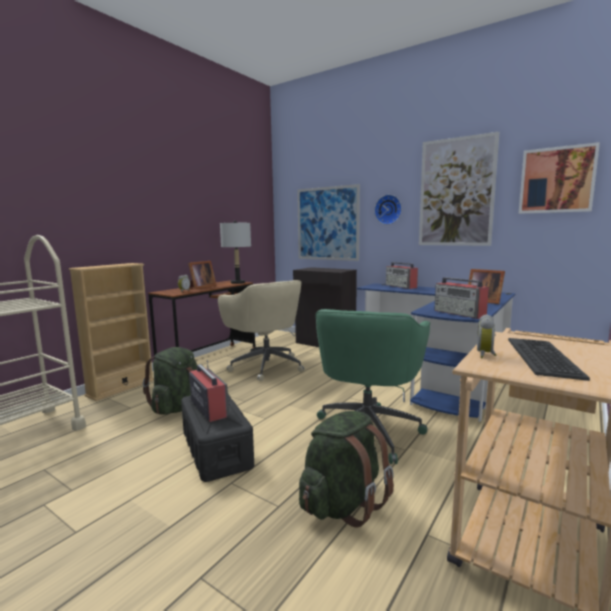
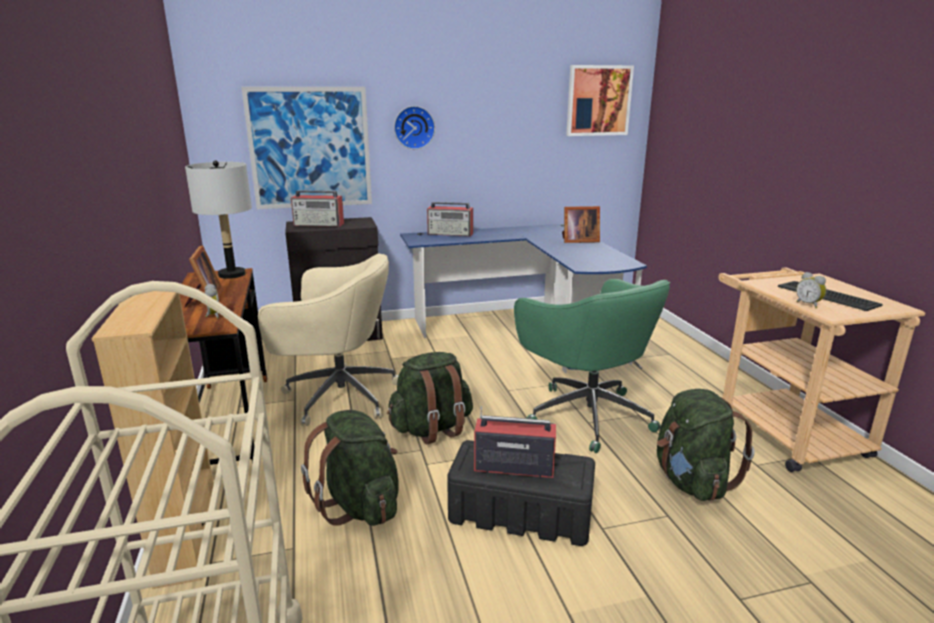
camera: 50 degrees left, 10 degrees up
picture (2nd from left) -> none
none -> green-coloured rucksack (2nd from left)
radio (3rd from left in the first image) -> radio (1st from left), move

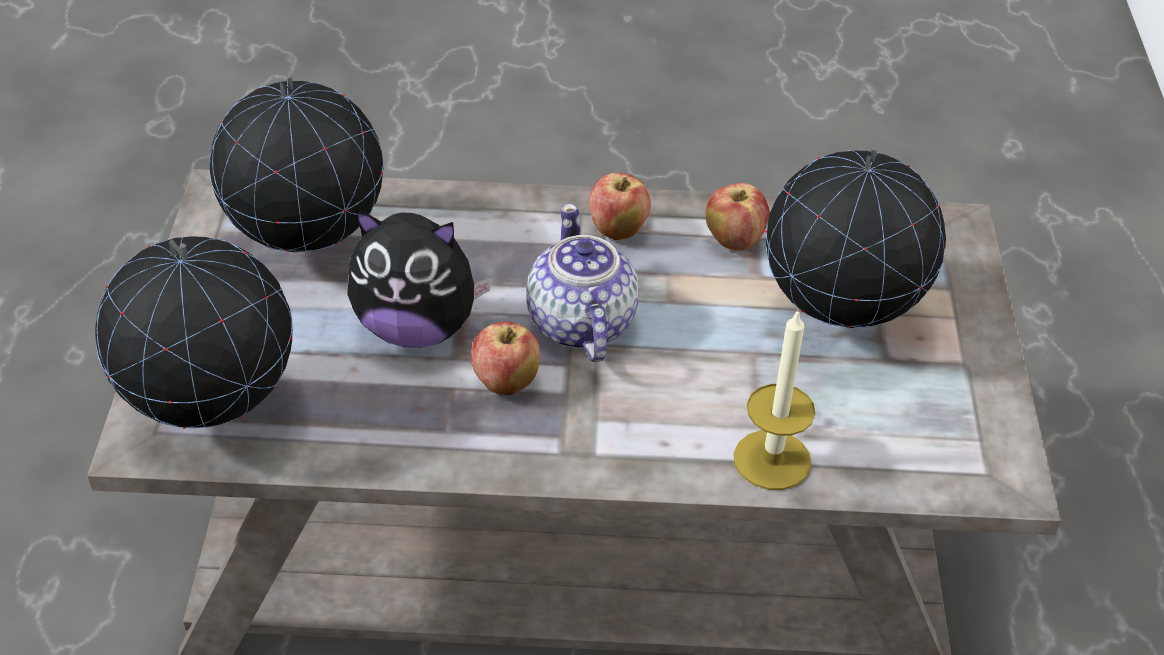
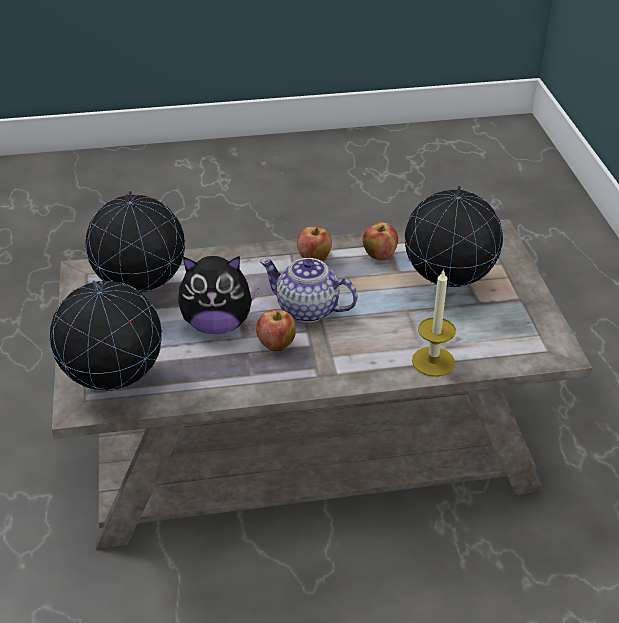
camera: 10 degrees left, 5 degrees down
teapot, 45 degrees counterclockwise

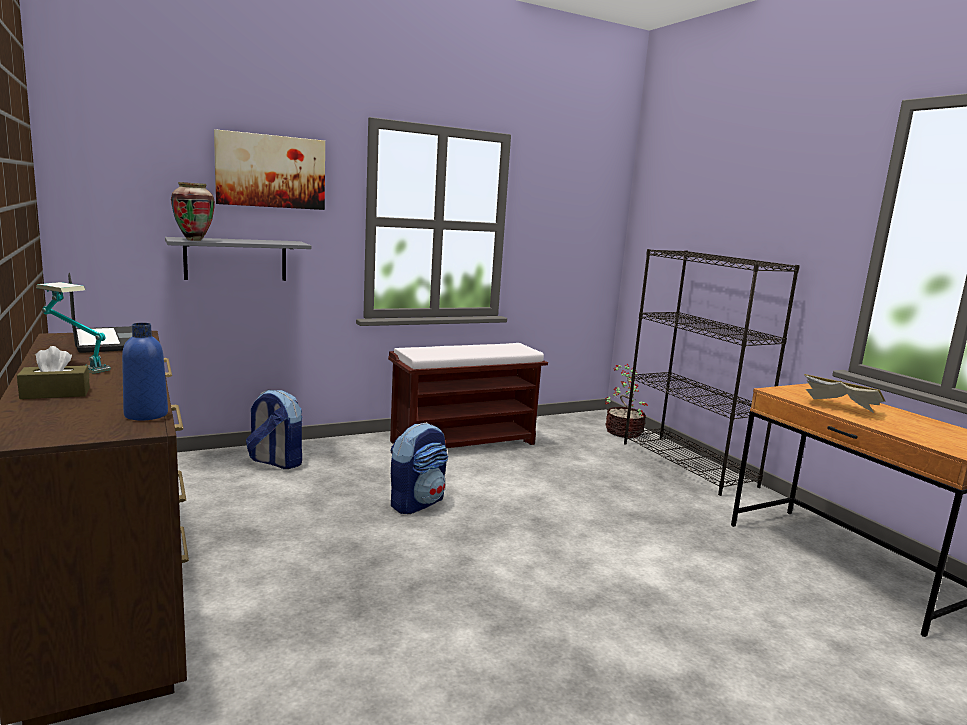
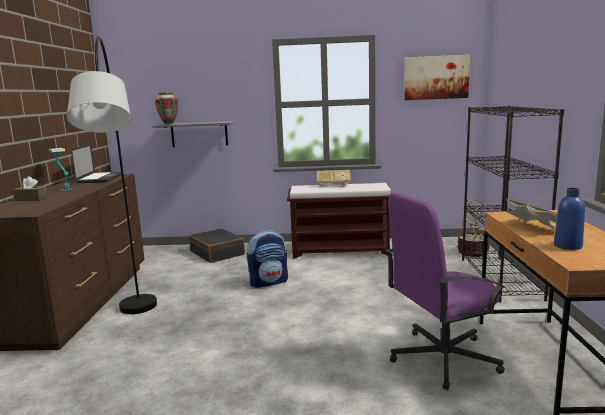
camera: 30 degrees right, 0 degrees up
none -> gray standing lamp
none -> volume (1st from left)
none -> purple-coloured office chair
blue-coloured bottle, move
picture, move
rucksack (1st from left) -> black piece of luggage

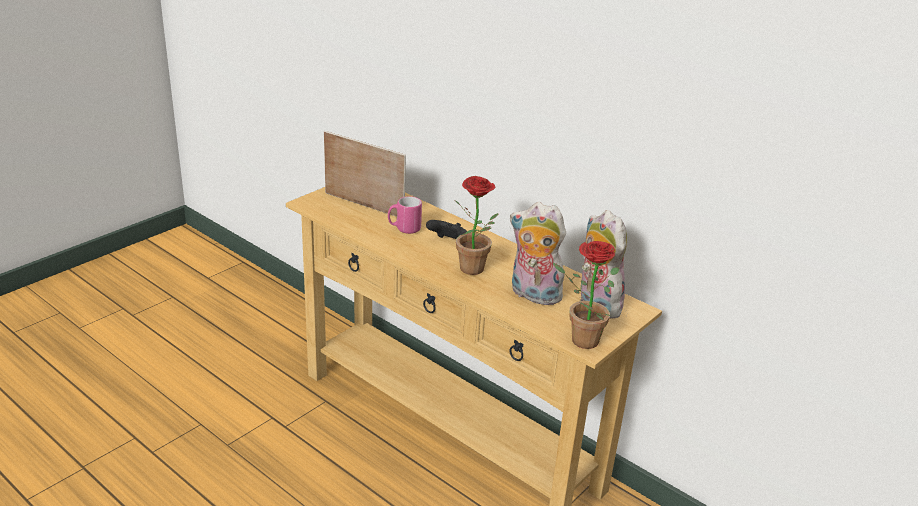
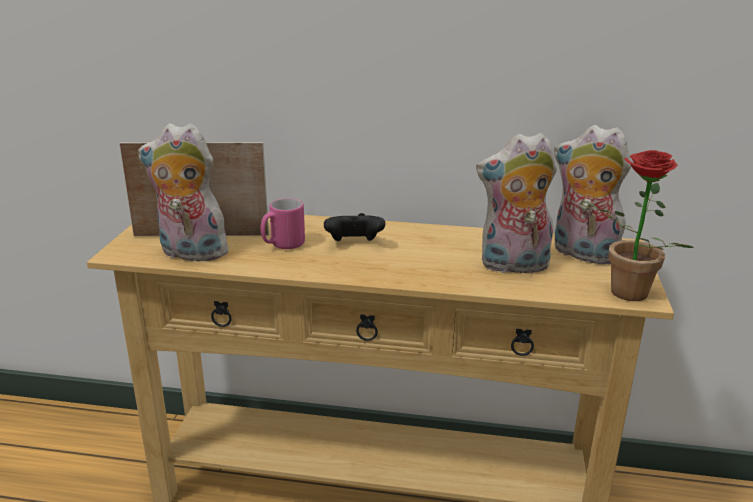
camera: 30 degrees left, 5 degrees down
houseplant (1st from left) -> none
none -> plush toy (1st from left)

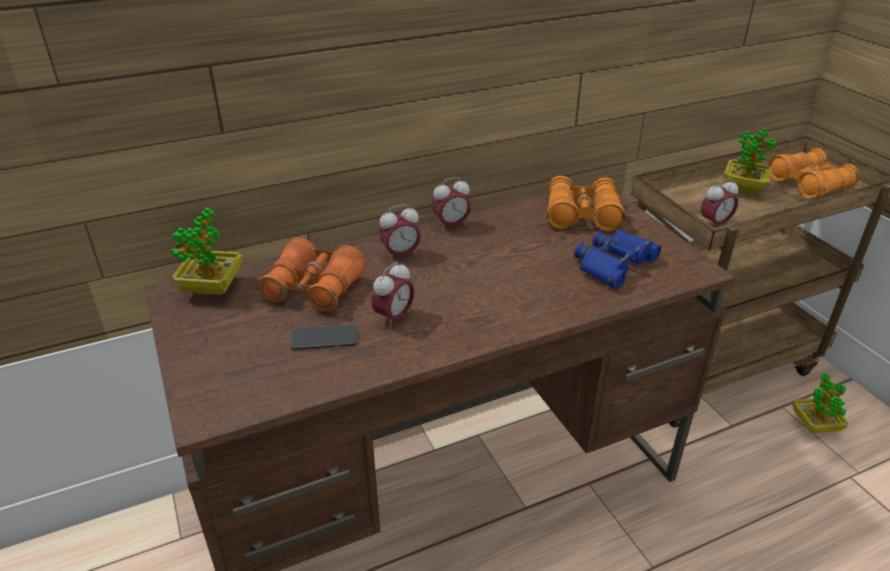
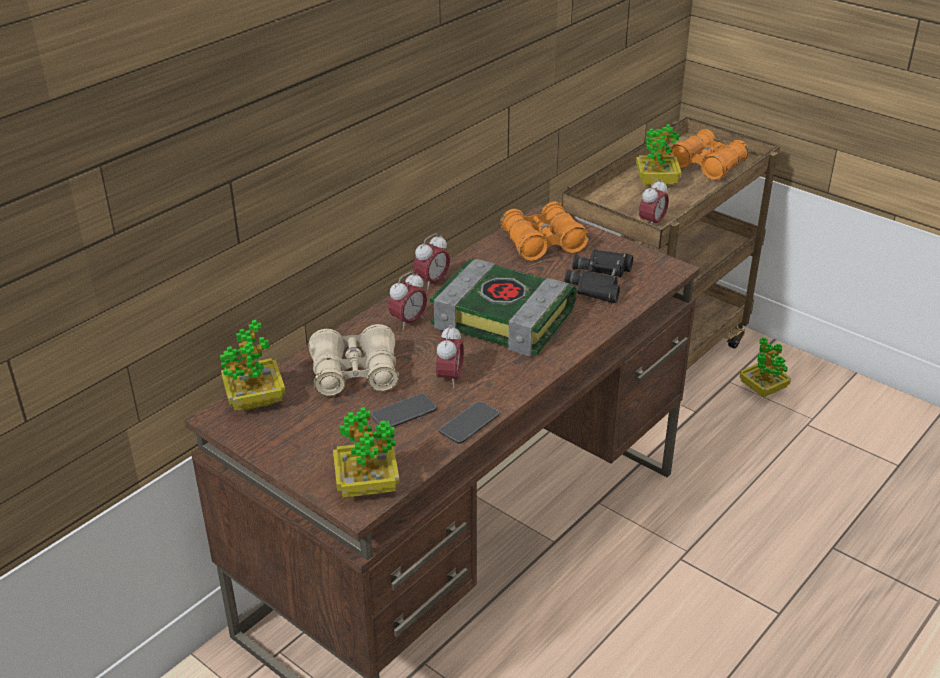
camera: 25 degrees left, 0 degrees up
none -> houseplant (2nd from left)
none -> volume
none -> handset (2nd from left)
orangey pair of binoculars (1st from left) -> beige-coloured pair of binoculars
blue-coloured pair of binoculars -> black pair of binoculars

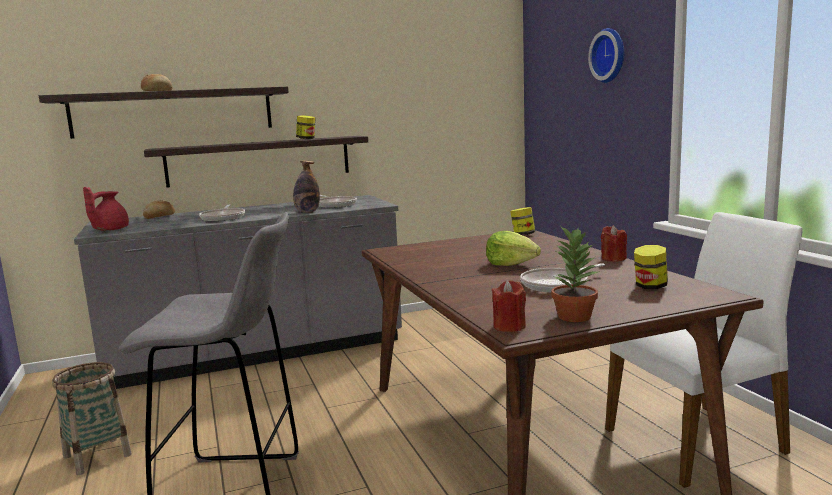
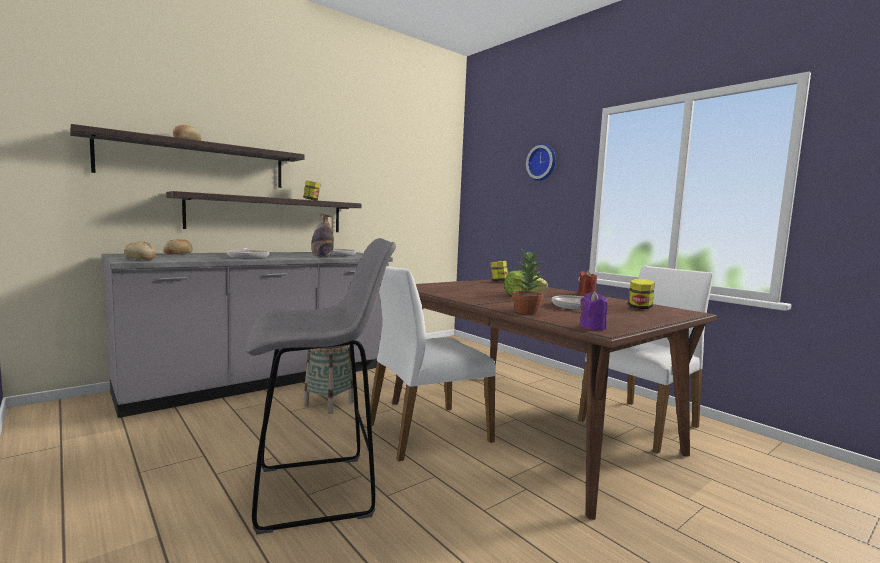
camera: 20 degrees left, 5 degrees down
none -> whitish chair (1st from left)
storage basket, move
houseplant, move
reddish teapot -> baked bread (1st from left)
reddish candle (1st from left) -> purple-coloured candle

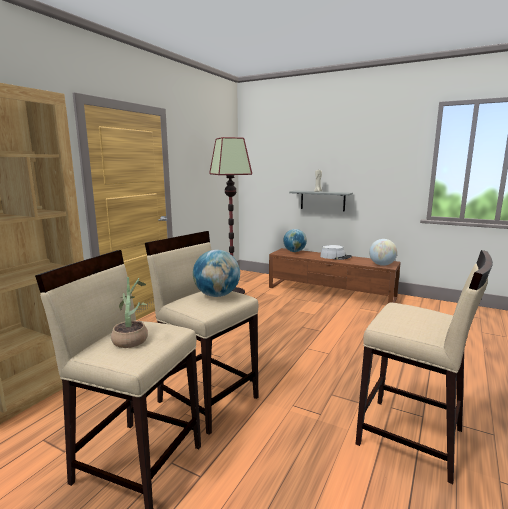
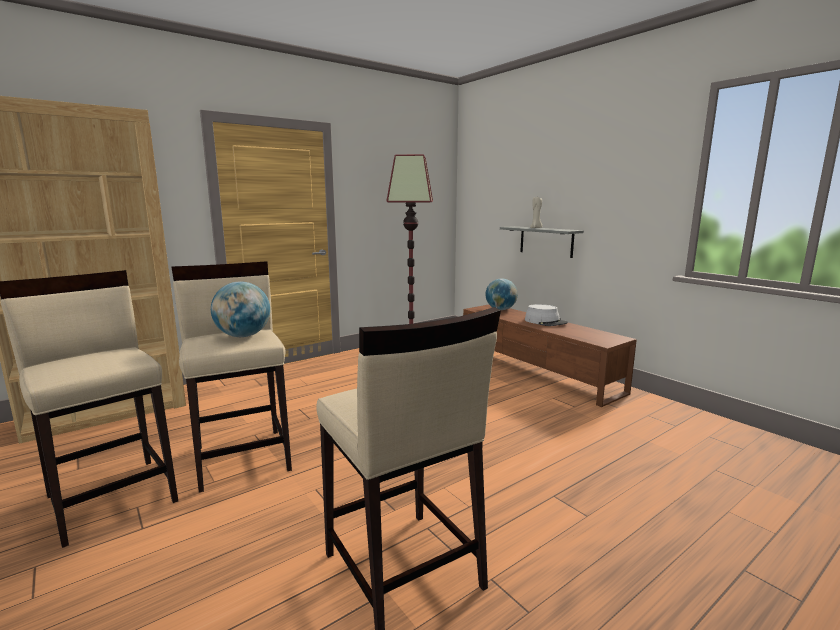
camera: 25 degrees right, 0 degrees up
houseplant -> none
world globe (3rd from left) -> none

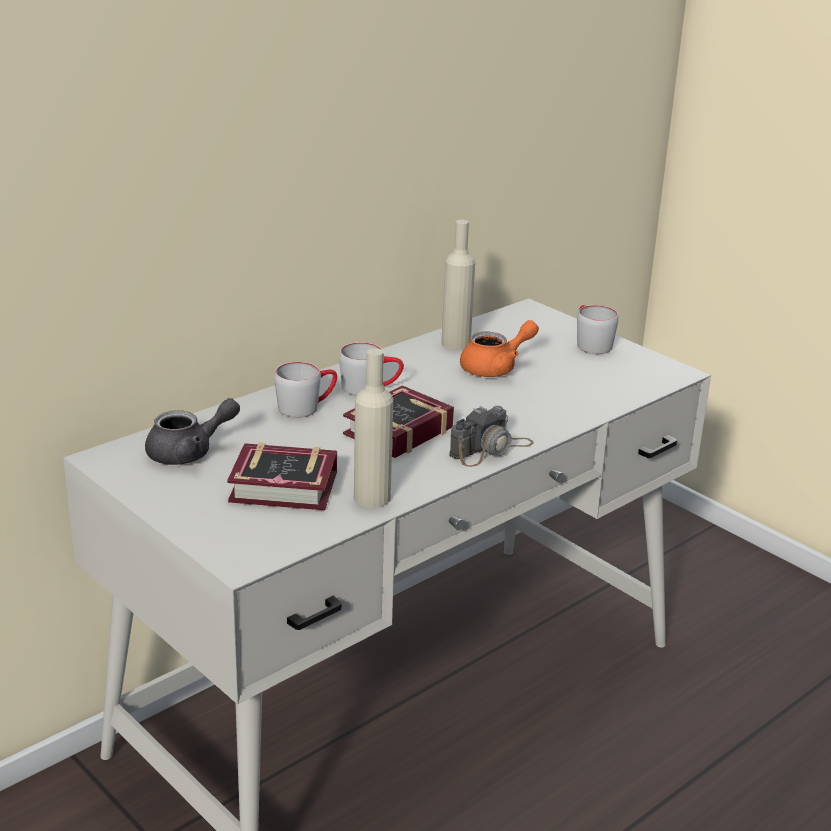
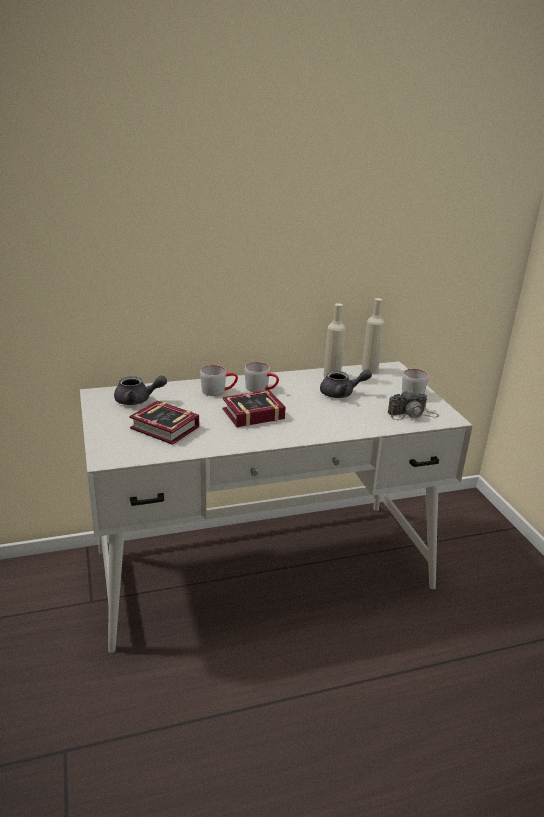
camera: 25 degrees right, 0 degrees up
beige-coloured bottle (1st from left in the first image) -> beige-coloured bottle (2nd from left), move
still camera, move
orangey teapot -> gray teapot (2nd from left)

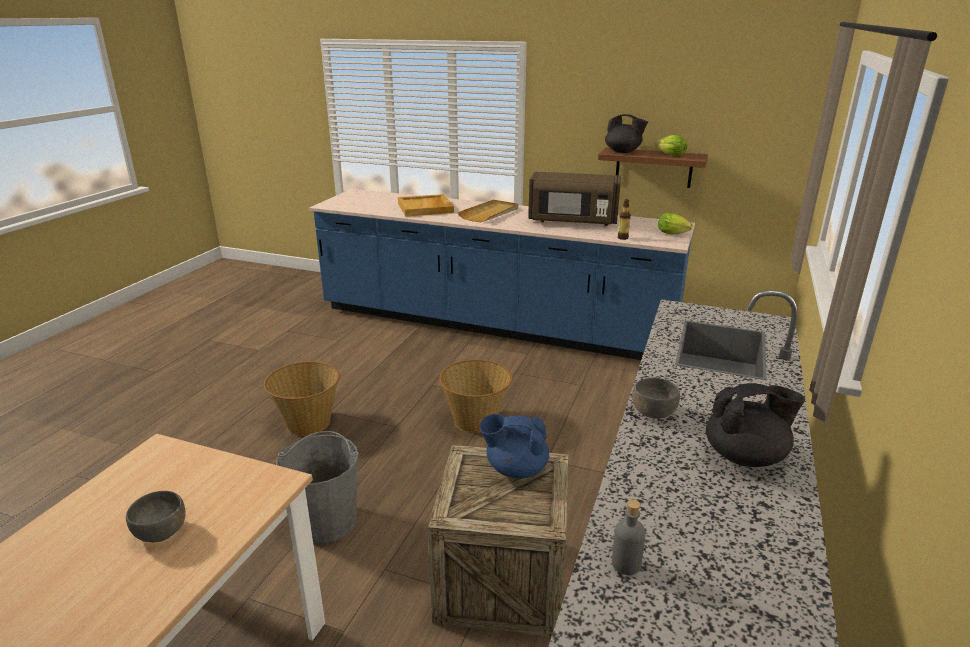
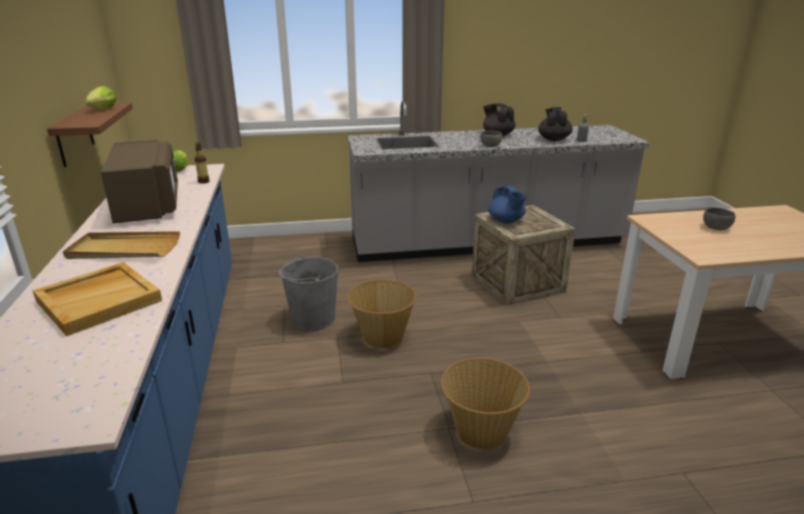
camera: 120 degrees left, 0 degrees up
gray pail, move
black teapot (1st from left in the first image) -> black teapot (2nd from left), move

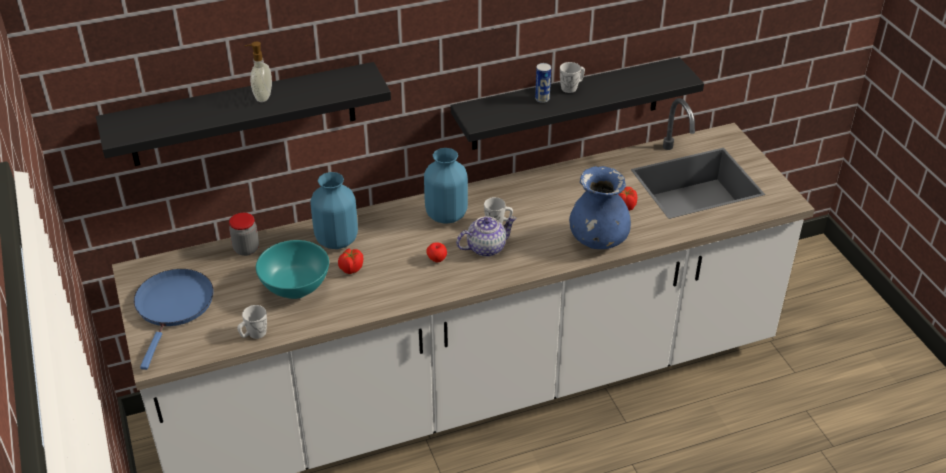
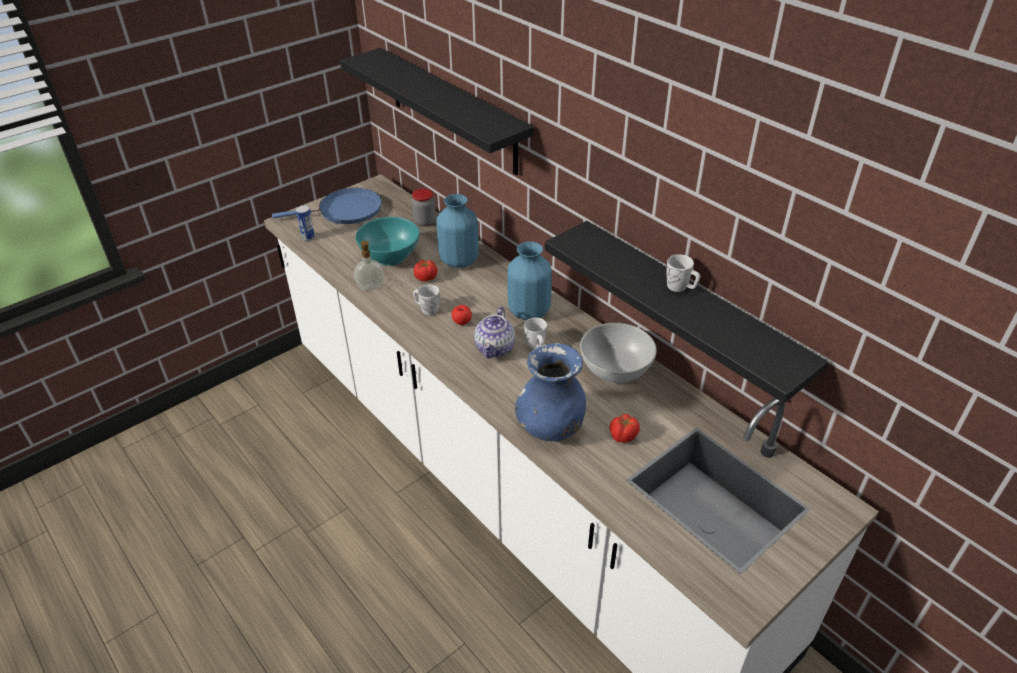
camera: 70 degrees right, 0 degrees up
none -> whitish bowl
whitish coffee mug (1st from left), move
soap dispenser, move
can, move
teapot, 60 degrees clockwise

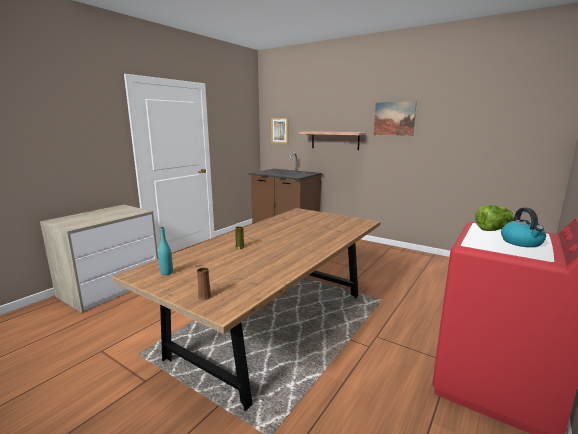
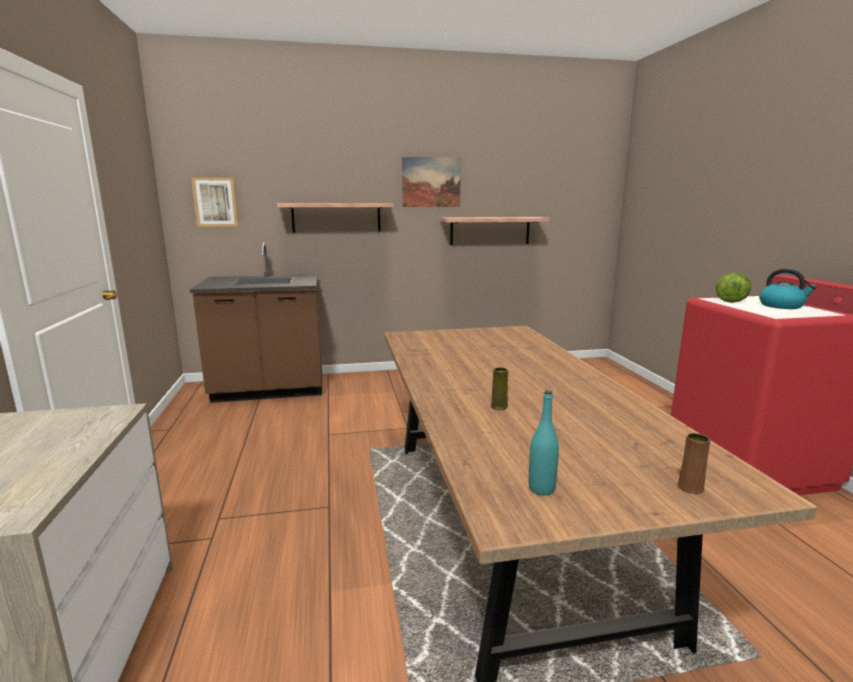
camera: 45 degrees left, 0 degrees up
none -> bracket shelf (2nd from left)

